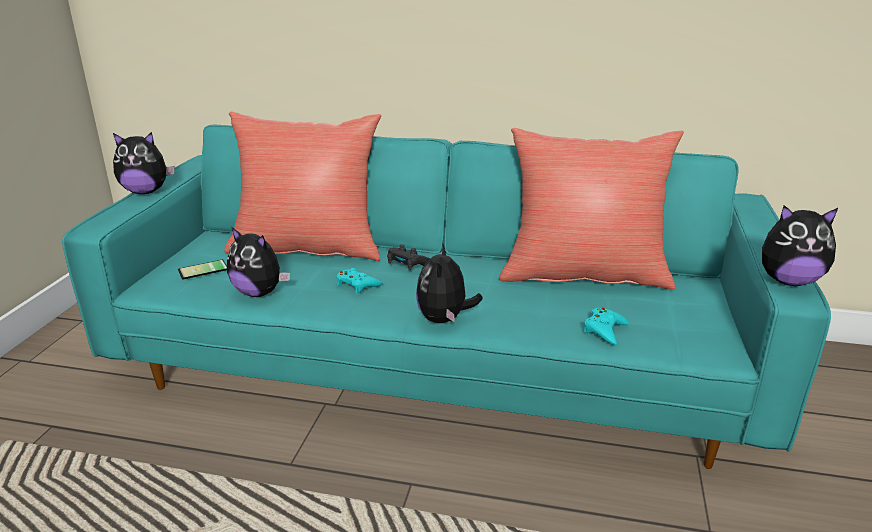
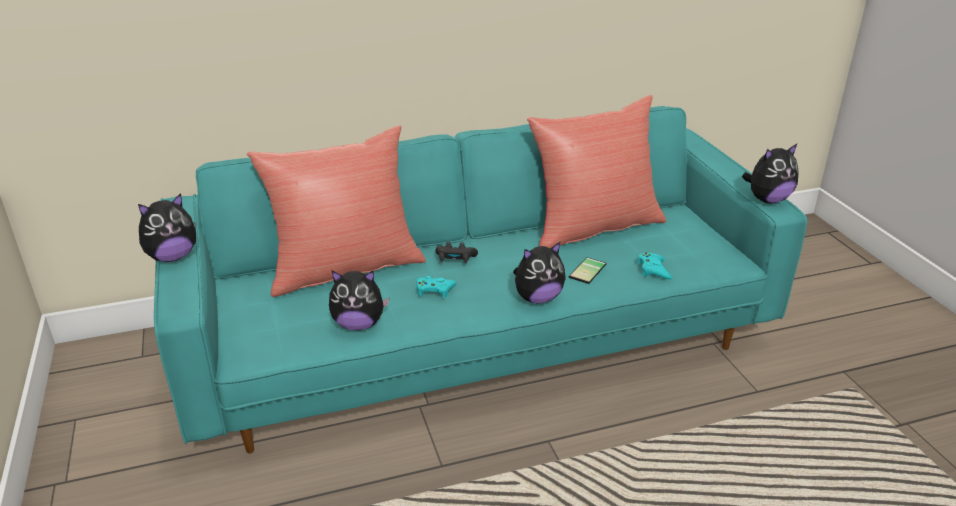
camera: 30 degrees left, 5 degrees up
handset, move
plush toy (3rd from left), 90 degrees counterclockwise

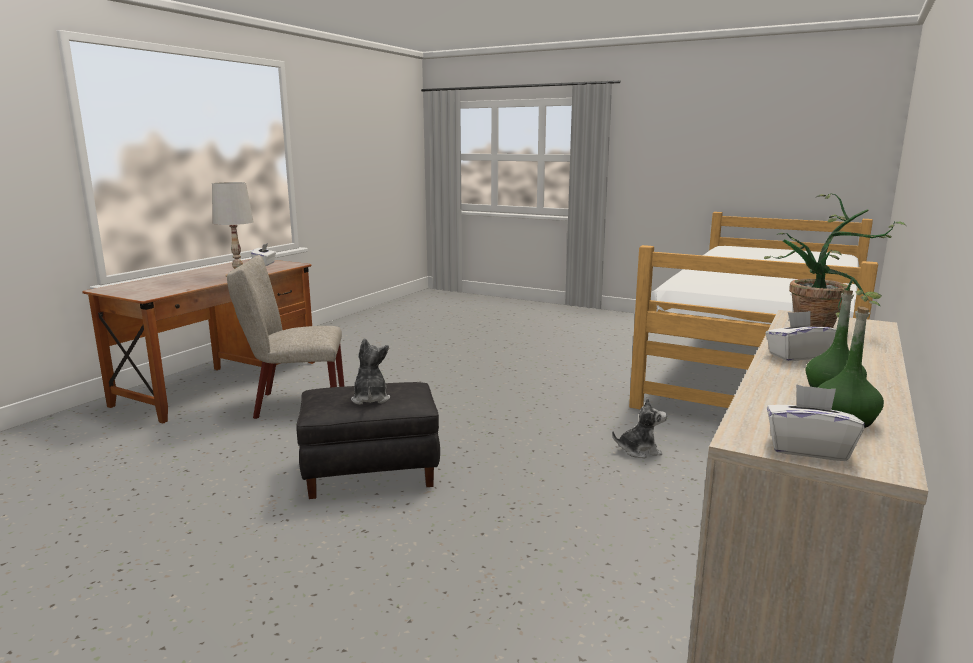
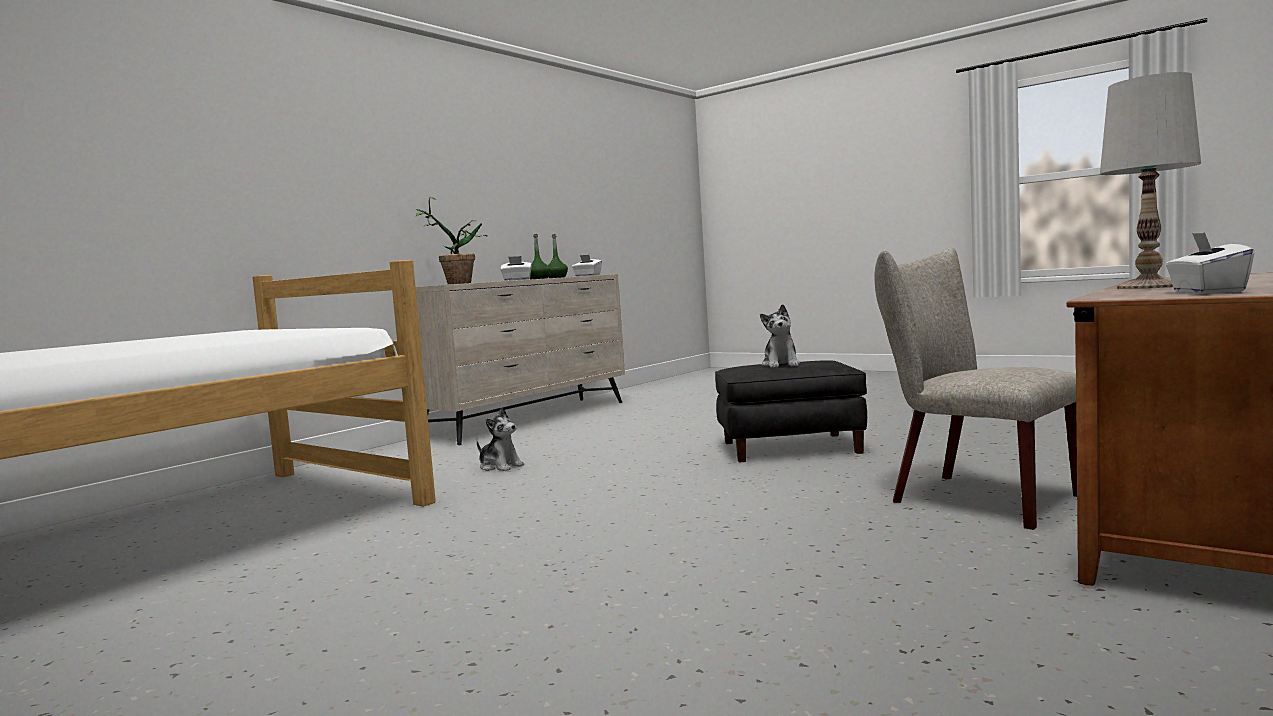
camera: 170 degrees left, 10 degrees down
beige-coloured chair, 135 degrees counterclockwise
plush toy (2nd from left in the first image) -> plush toy (1st from left), 150 degrees counterclockwise

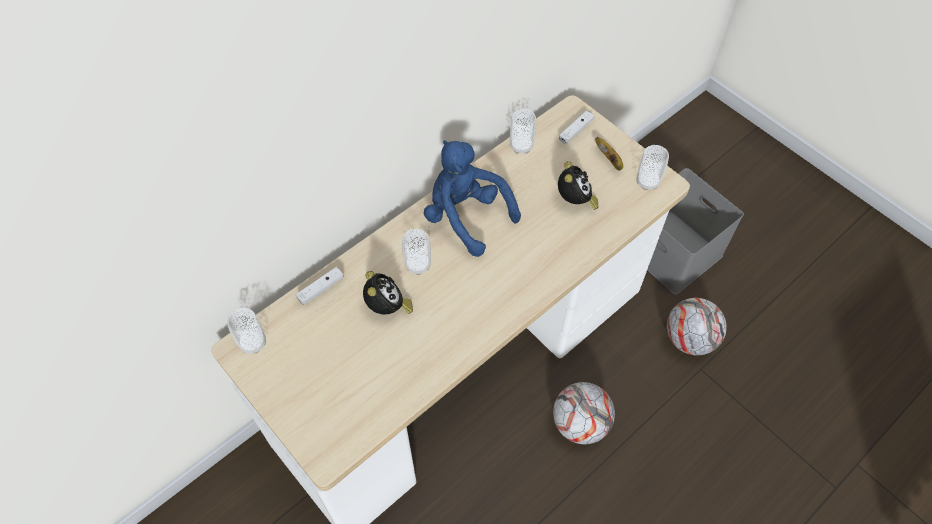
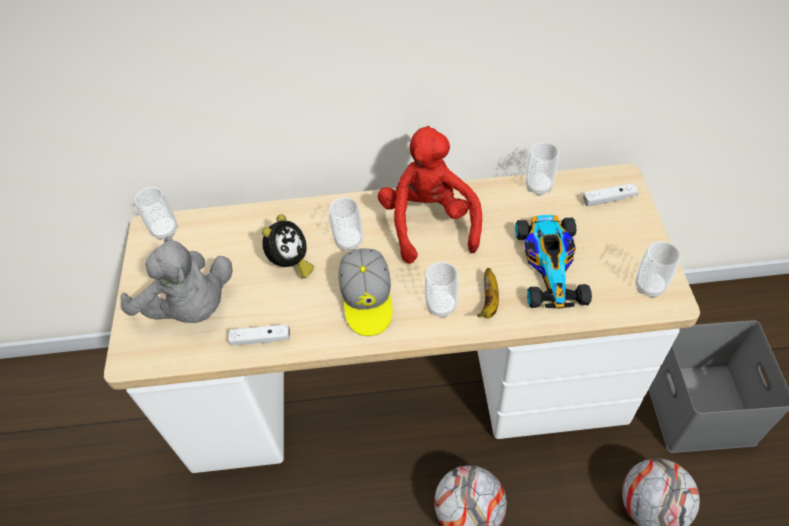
camera: 40 degrees right, 5 degrees down
none -> gray plush toy
none -> cap
none -> drinking cup (3rd from left)
whitish game controller (1st from left), move
whole banana, move
bedside clock (2nd from left) -> miniature car
blue-coloured plush toy -> reddish plush toy

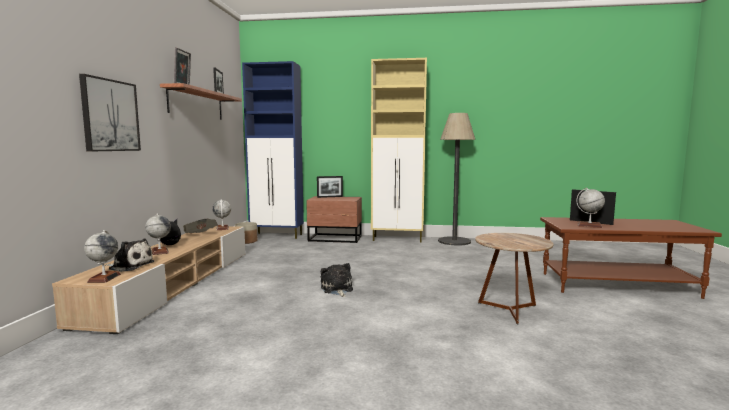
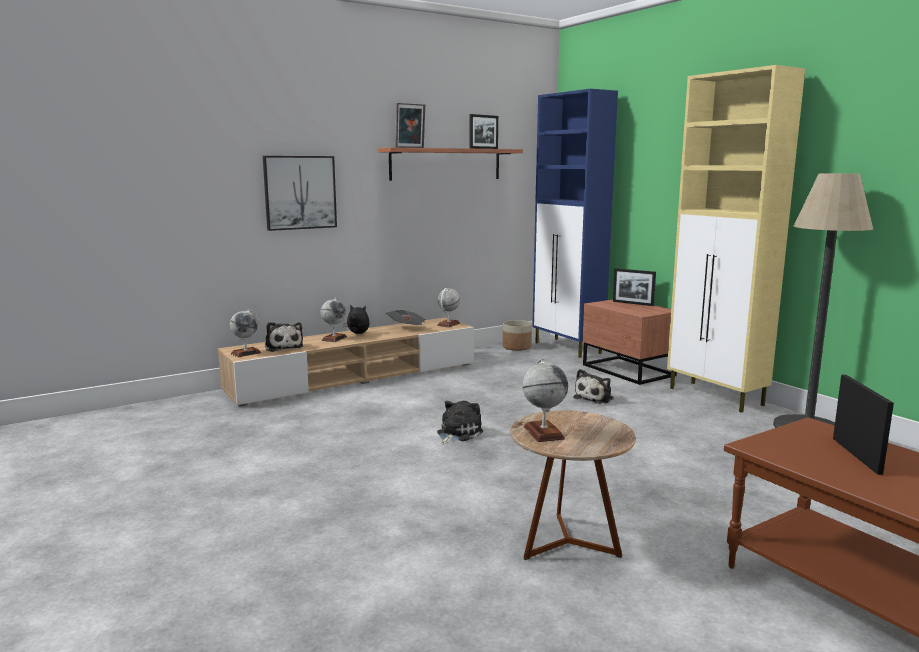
camera: 50 degrees right, 5 degrees up
none -> plush toy (4th from left)
world globe (4th from left), move

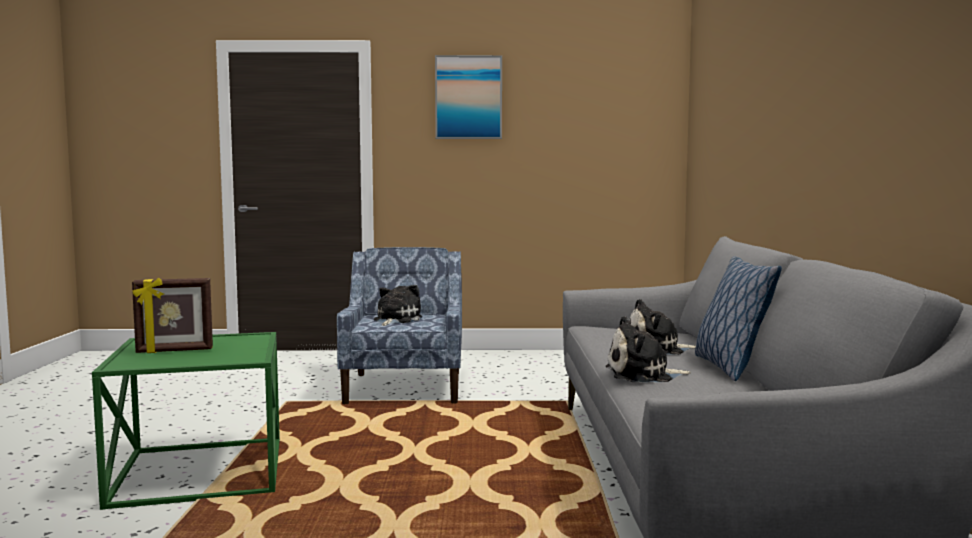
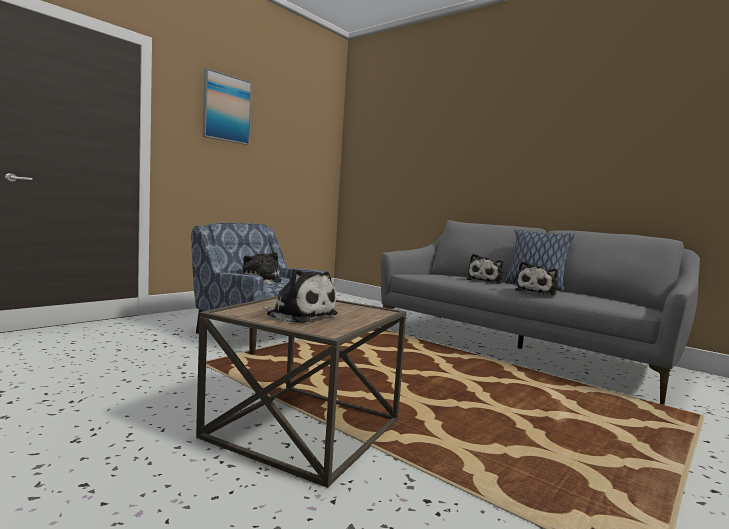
camera: 50 degrees left, 0 degrees up
picture frame -> plush toy (2nd from left)
green-coloured accent table -> brownish accent table

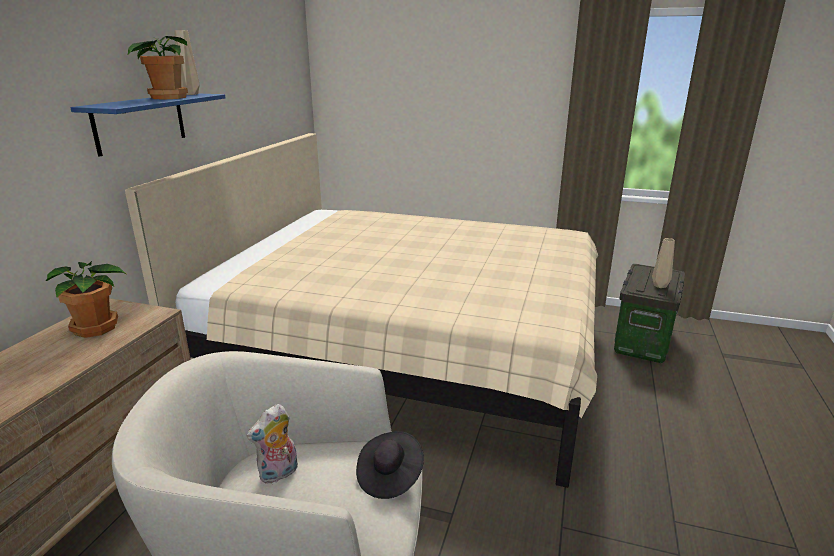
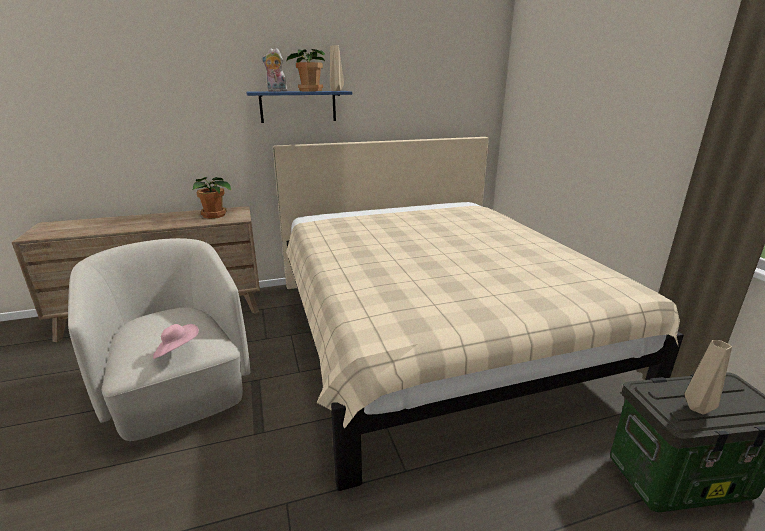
camera: 55 degrees right, 0 degrees up
plush toy, move
black clothing hat -> pink-coloured clothing hat

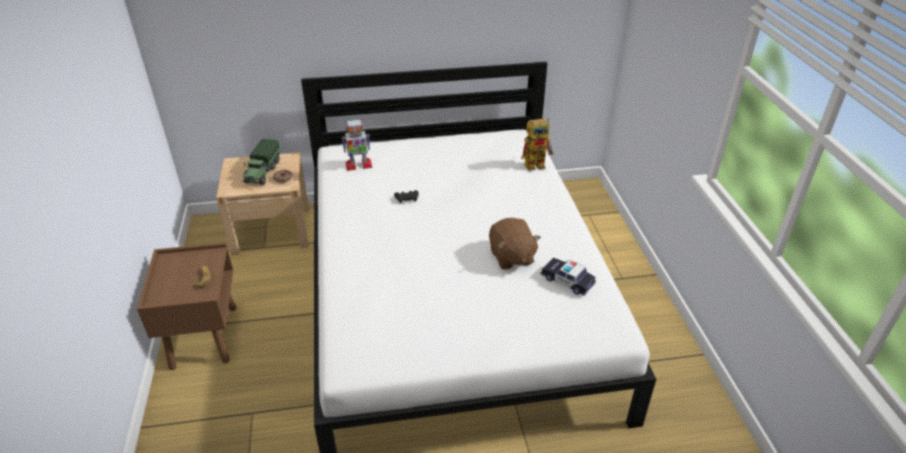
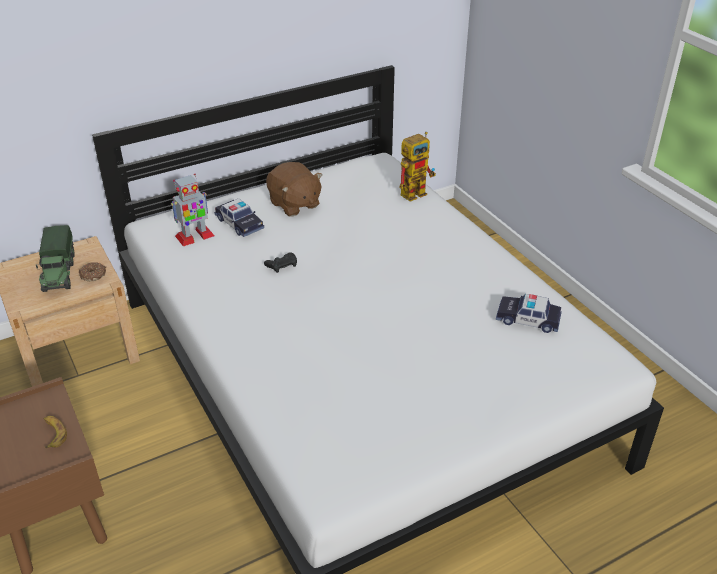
camera: 20 degrees left, 0 degrees up
none -> miniature car (1st from left)
brownish plush toy, move

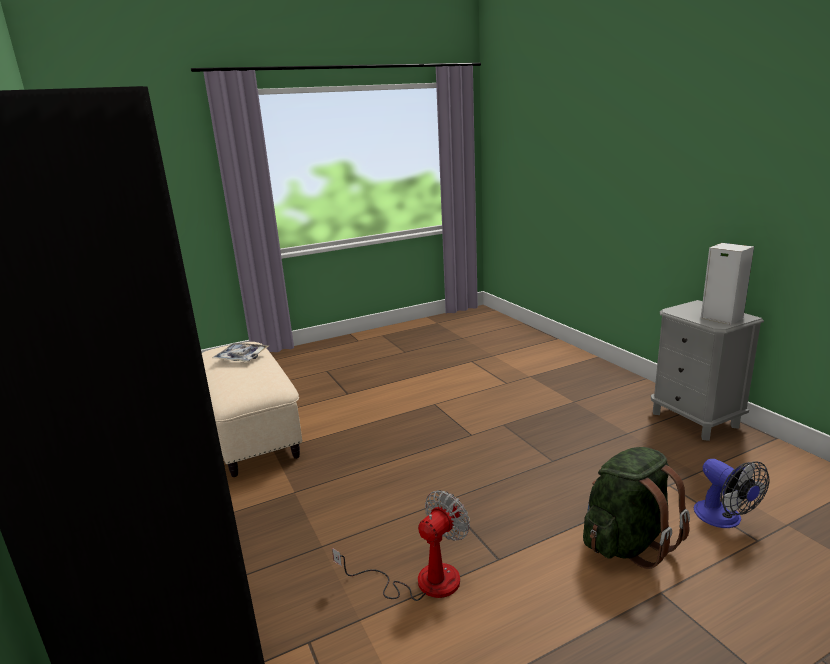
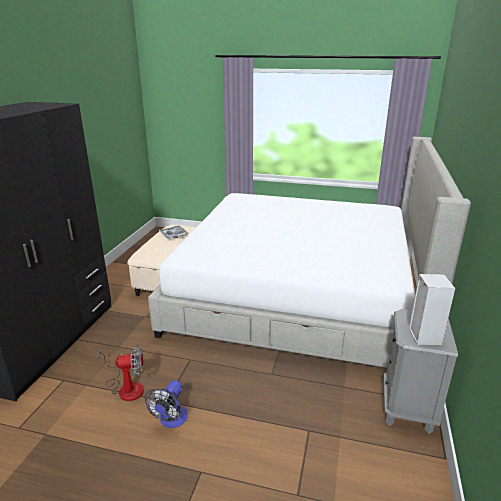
camera: 40 degrees right, 5 degrees up
green-coloured rucksack -> none
none -> bedroom bed
cooling fan (2nd from left), move

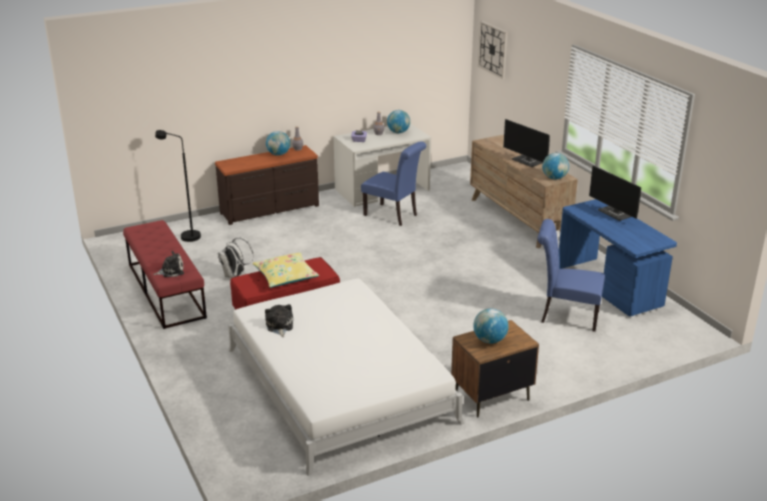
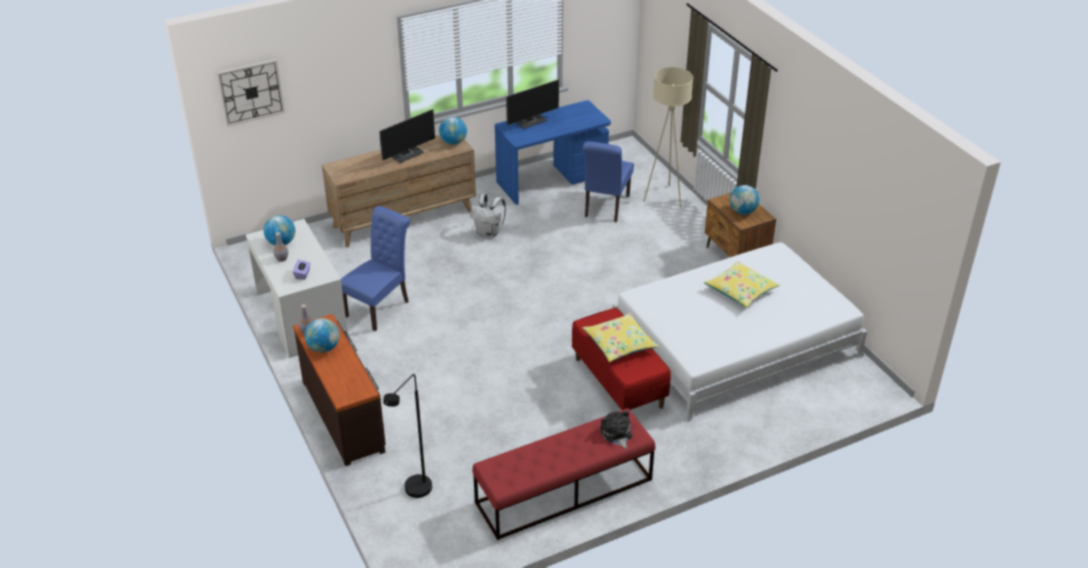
camera: 90 degrees left, 10 degrees up
plush toy (2nd from left) -> none
none -> beige-coloured standing lamp
none -> yellow-coloured cushion (2nd from left)
whitish rucksack, move

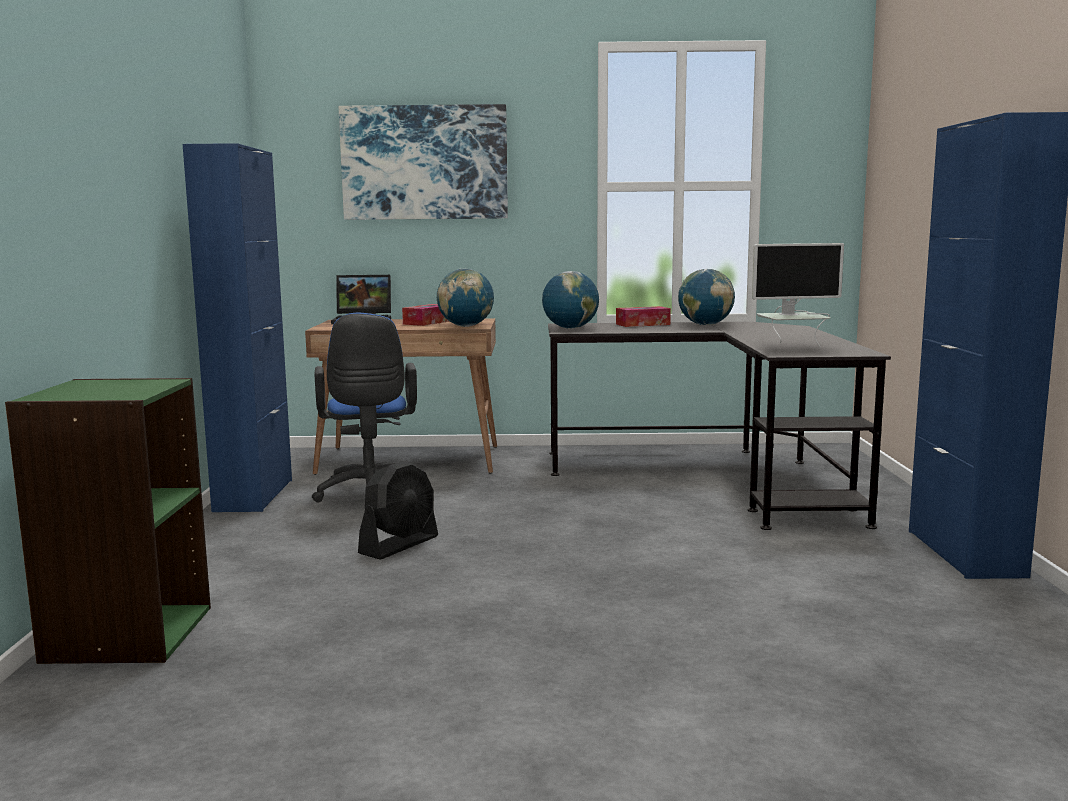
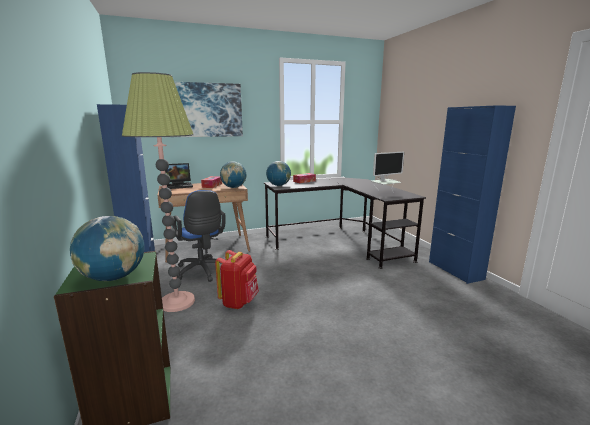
camera: 20 degrees left, 5 degrees up
none -> standing lamp
world globe (3rd from left in the first image) -> world globe (1st from left), move
black cooling fan -> reddish rucksack

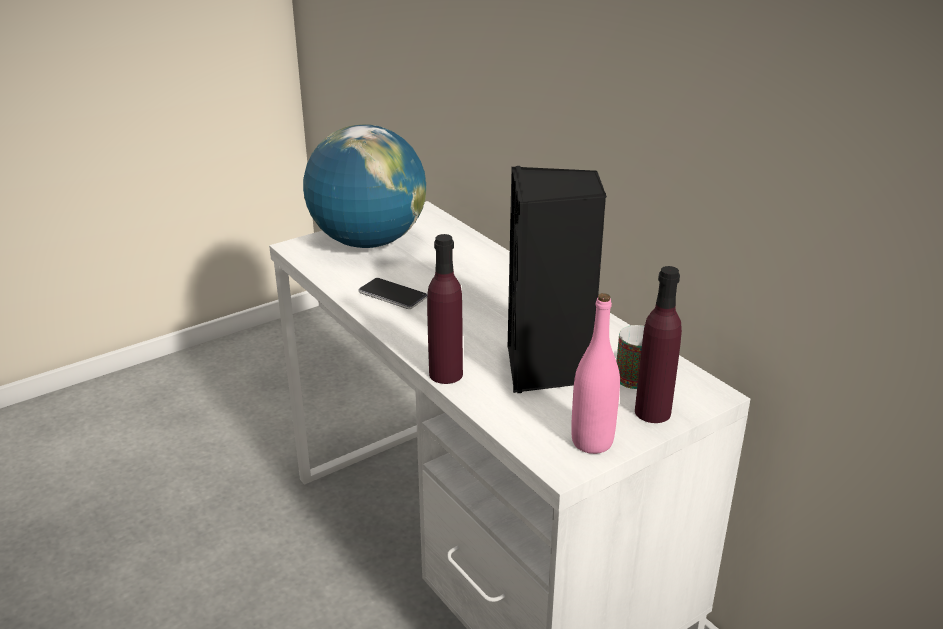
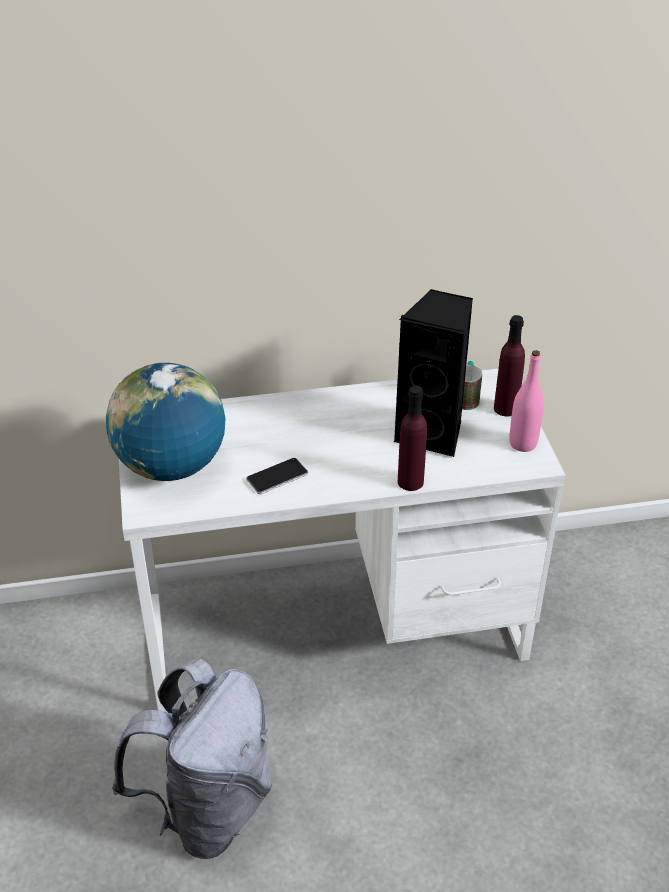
camera: 65 degrees left, 10 degrees up
none -> gray rucksack

